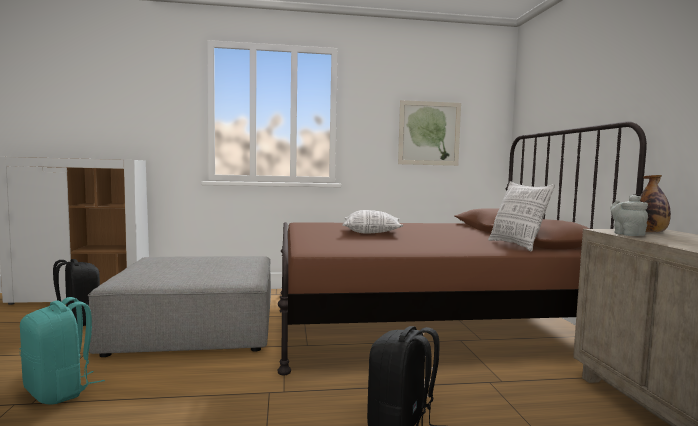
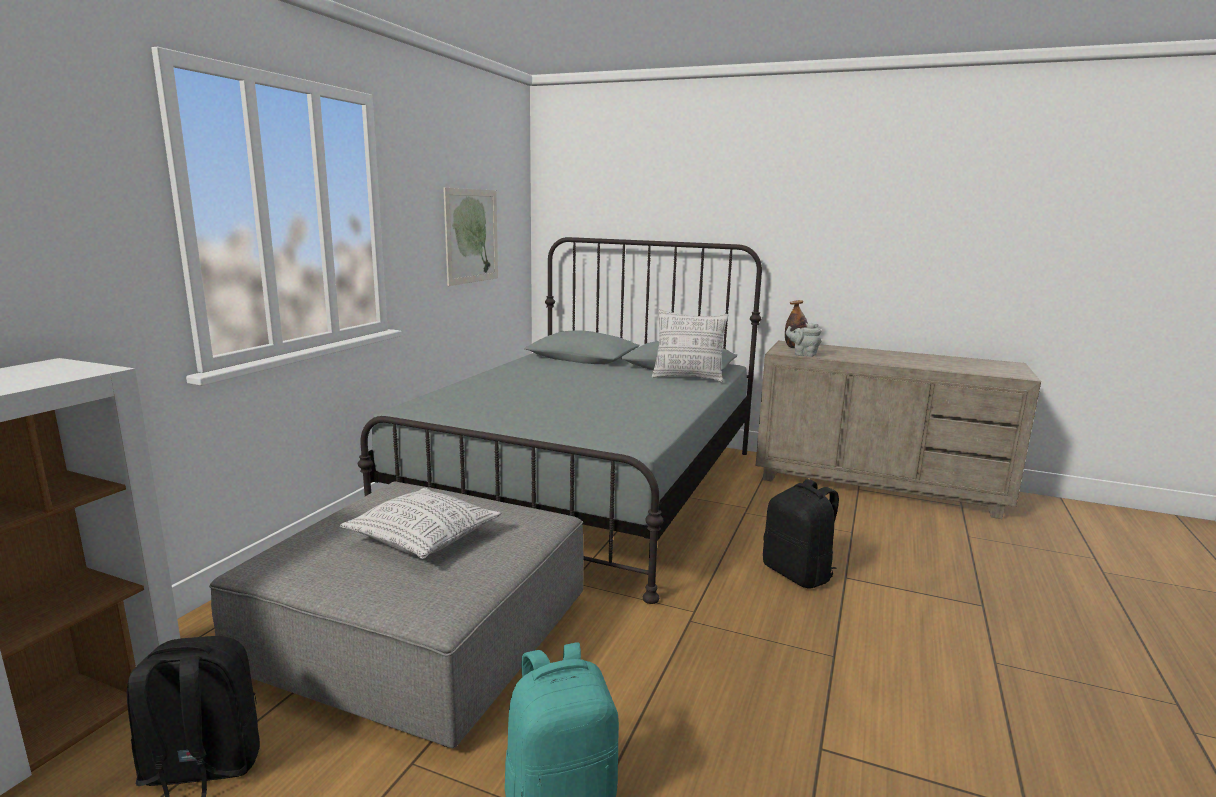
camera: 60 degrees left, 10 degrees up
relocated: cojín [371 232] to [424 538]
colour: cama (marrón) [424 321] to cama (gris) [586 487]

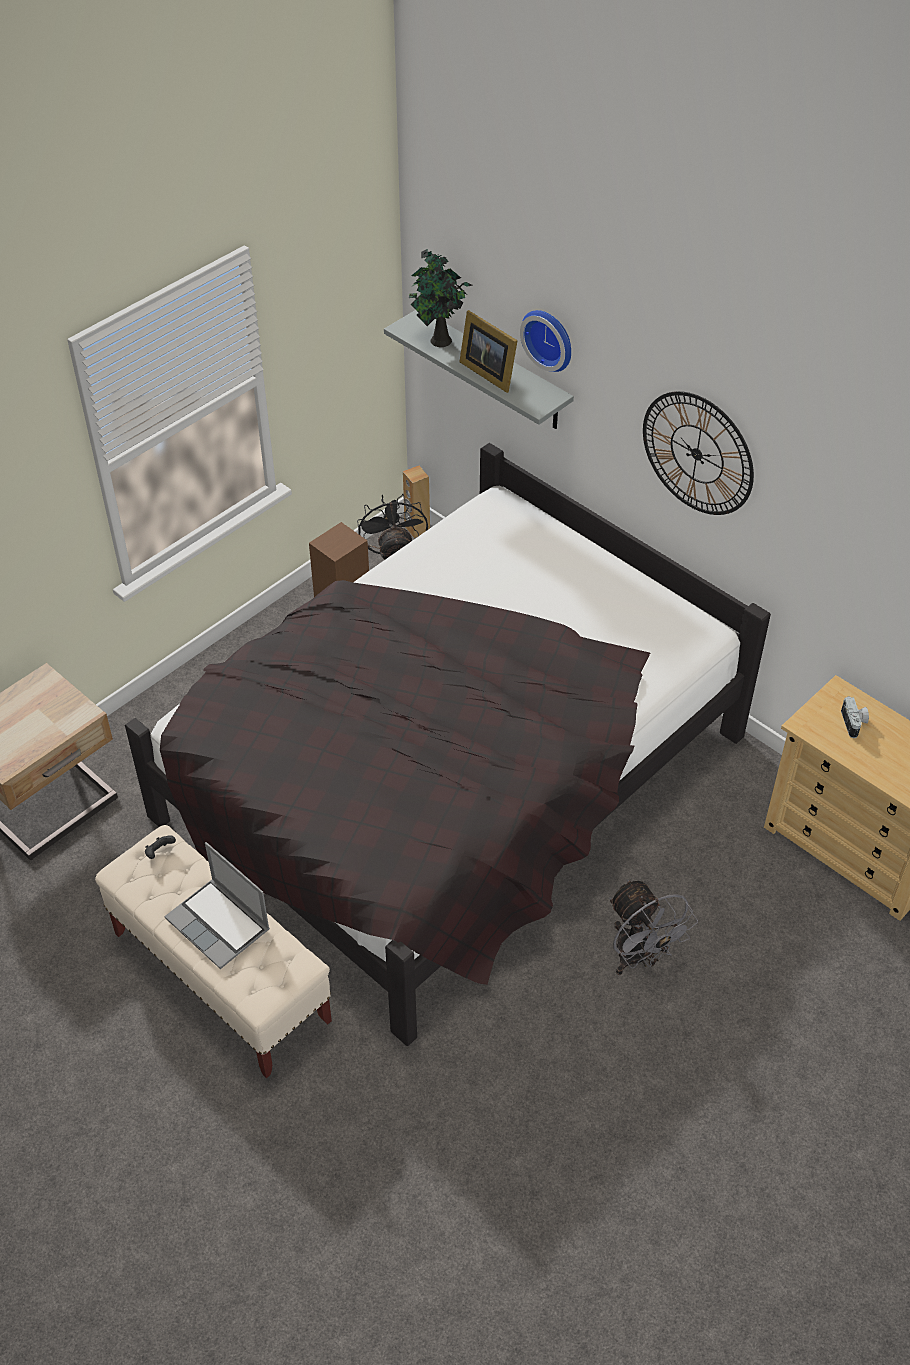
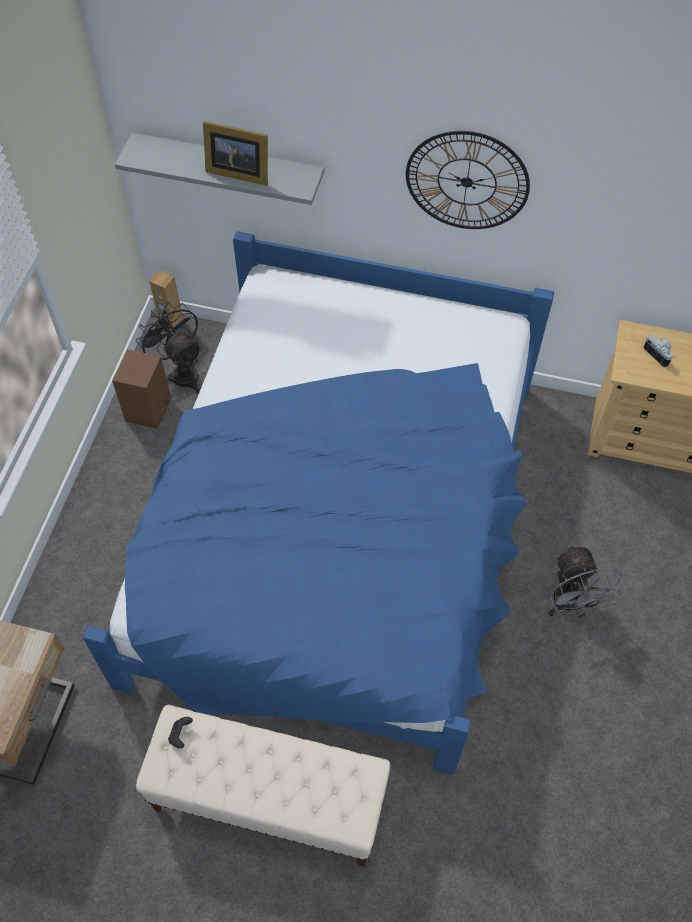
camera: 30 degrees left, 10 degrees up
missing: portátil [220 924]; planta en maceta [439 341]; reloj de pared [550 338]
colour: cama (negro) [451 779] to cama (azul) [339 529]
spun: ventilador (gris) [639 958] = [570 606] 45 degrees clockwise

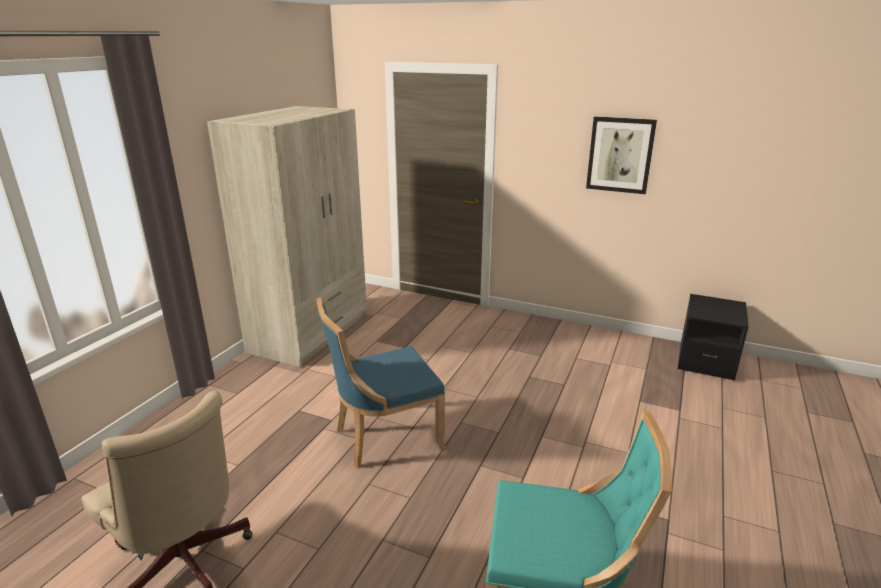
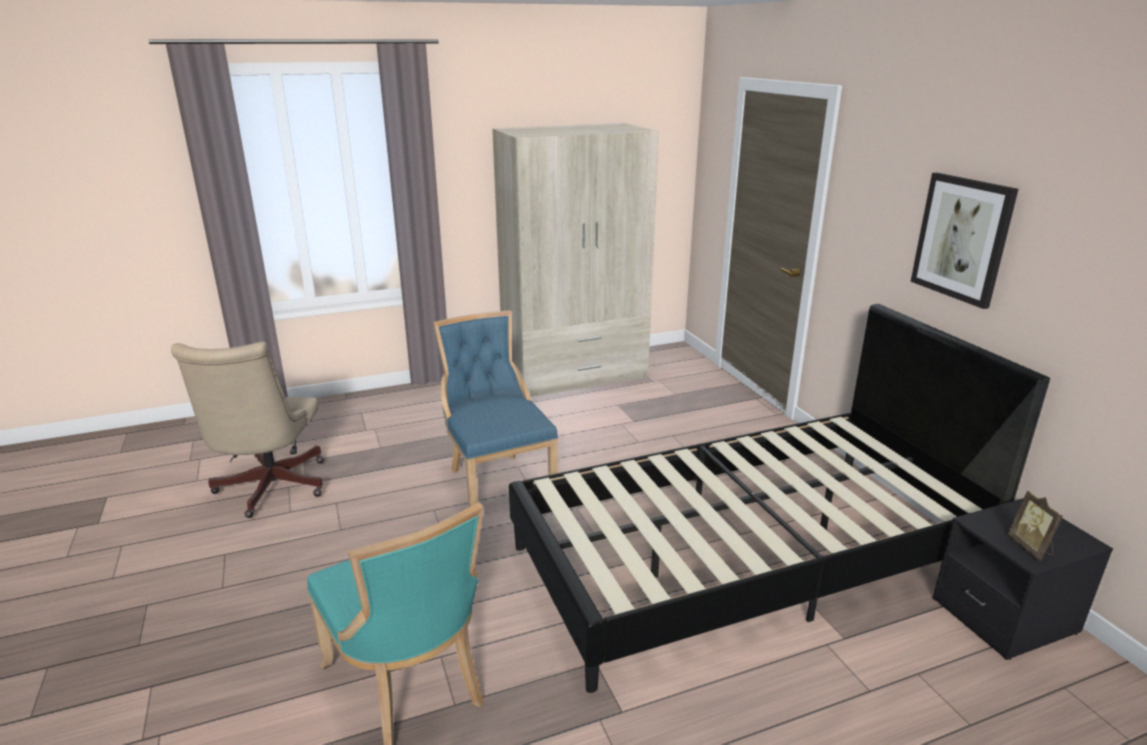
camera: 45 degrees right, 0 degrees up
appeared: cama (negro) [747 557]; portarretratos [1031 548]
spun: silla (azul) [384 437] = [497 484] 45 degrees clockwise

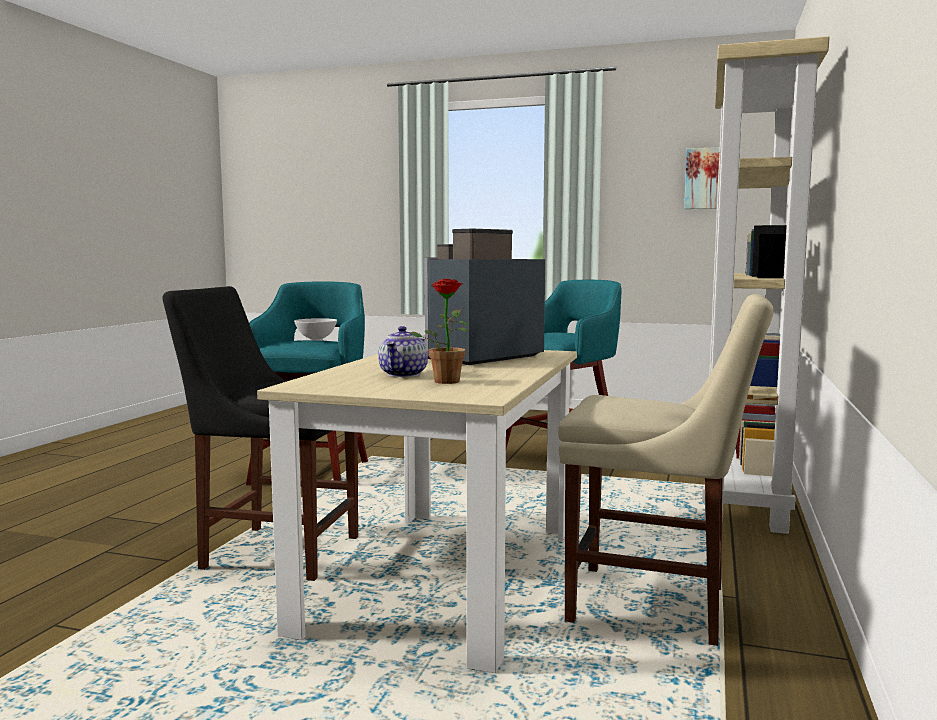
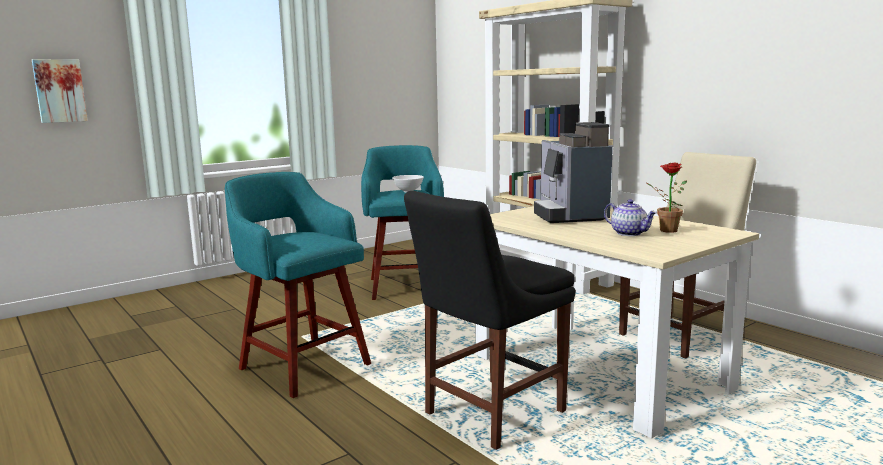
camera: 55 degrees left, 5 degrees up
relocated: cuadro [705 178] to [59 91]; cuenco (blanco) [315 340] to [408 191]

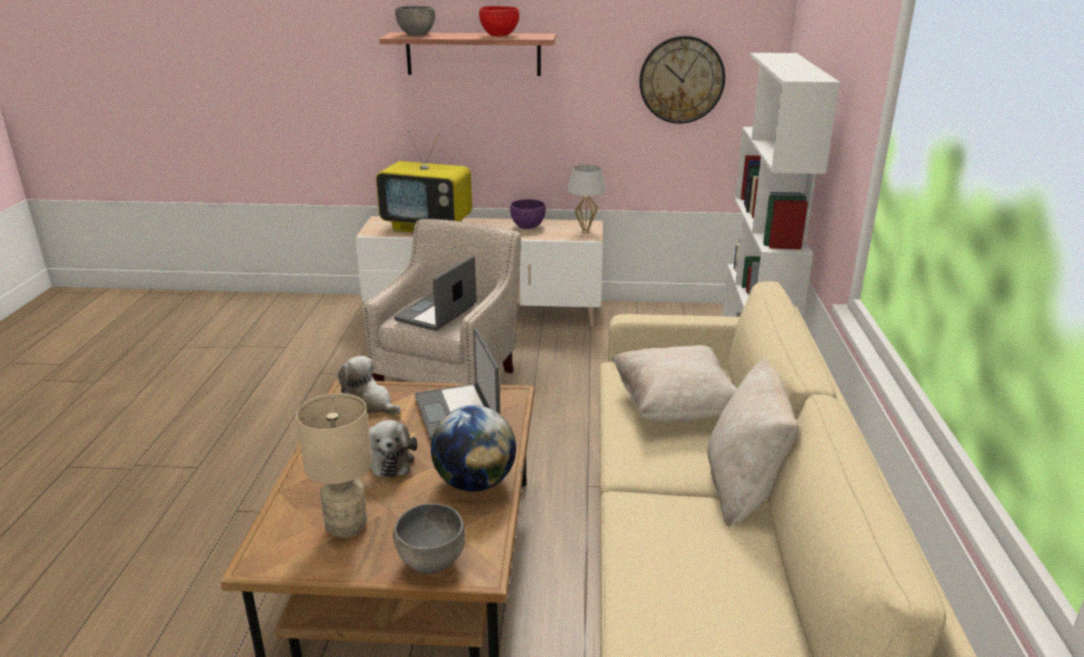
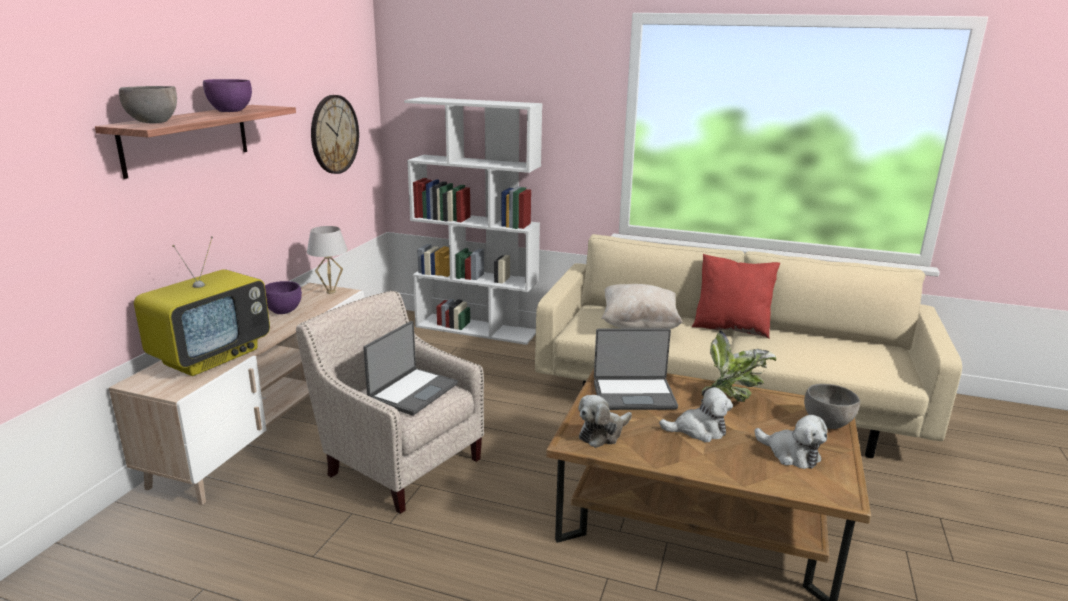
camera: 75 degrees left, 5 degrees down
exchanged: globo terráqueo [475 482] to planta en maceta [732 399]; lámpara de mesa (beis) [347 526] to peluche [791 454]
colour: cuenco (rojo) [499 35] to cuenco (morado) [230 111]; cojín (beis) [744 489] to cojín (rojo) [731 328]
spun: portátil [437 313] = [412 392] 105 degrees counterclockwise

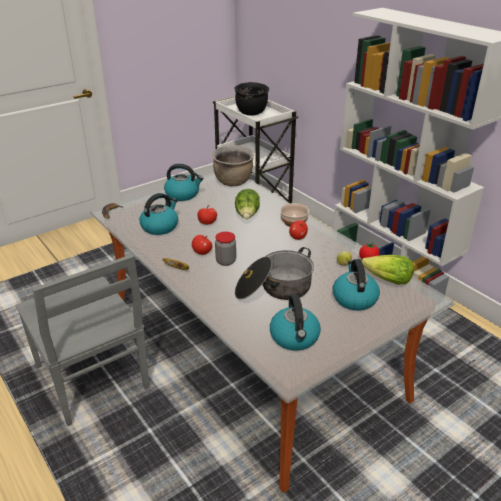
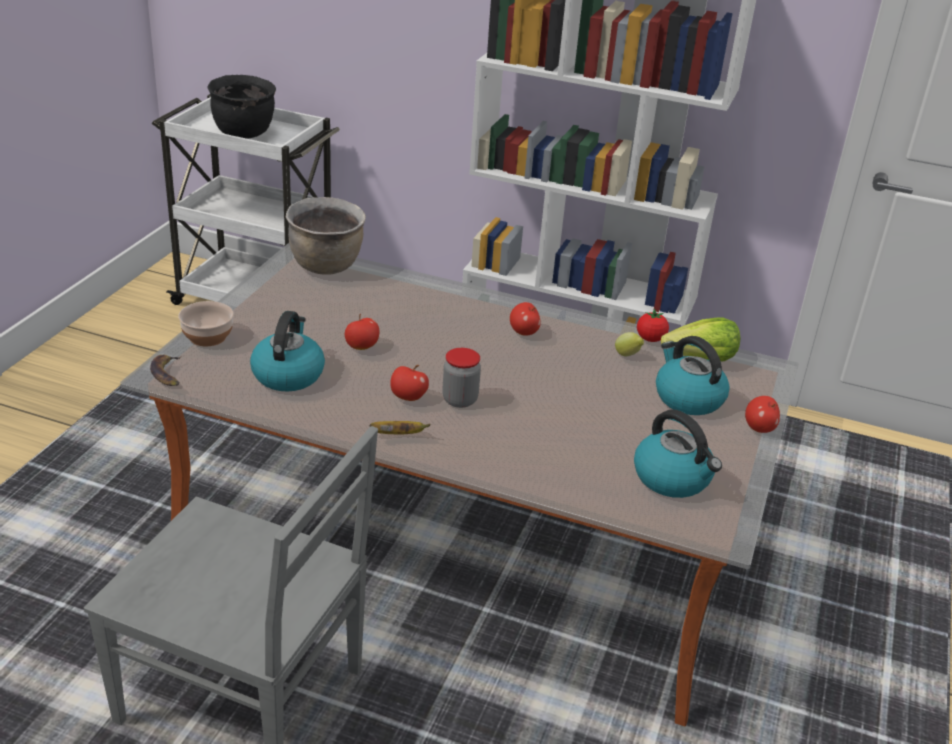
camera: 35 degrees left, 0 degrees up
missing: hervidor [183 194]; lechuga [247 215]; olla [274 289]
appeared: manzana [759 428]
relocated: cuenco [293 222] to [207 336]

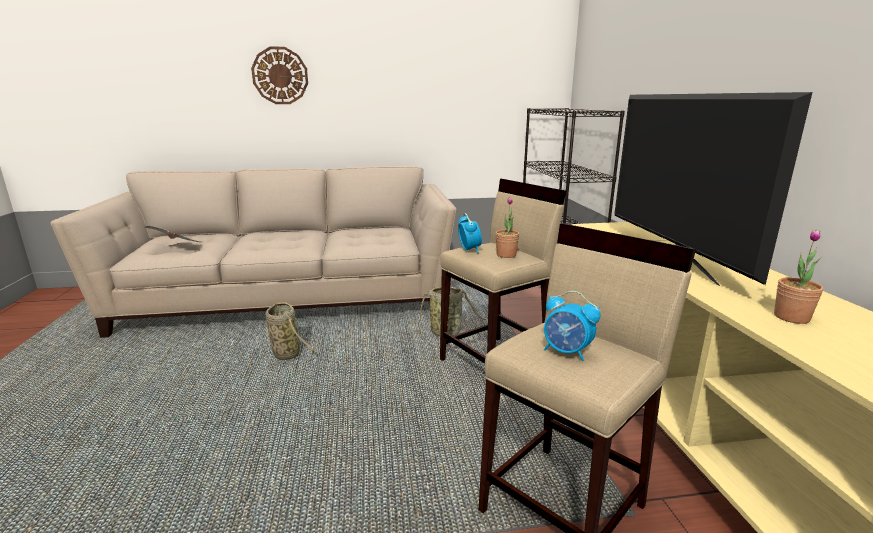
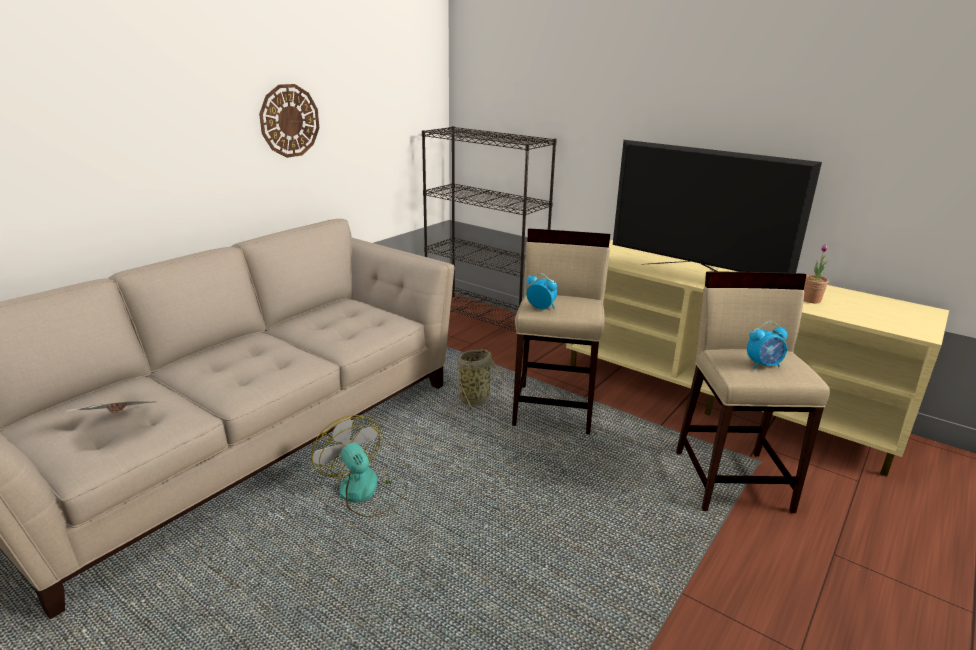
camera: 45 degrees left, 5 degrees up
missing: planta en maceta [506 255]
relocated: reloj de pared [280 76] to [289 121]
exchanged: cesta [286 353] to ventilador [365 493]

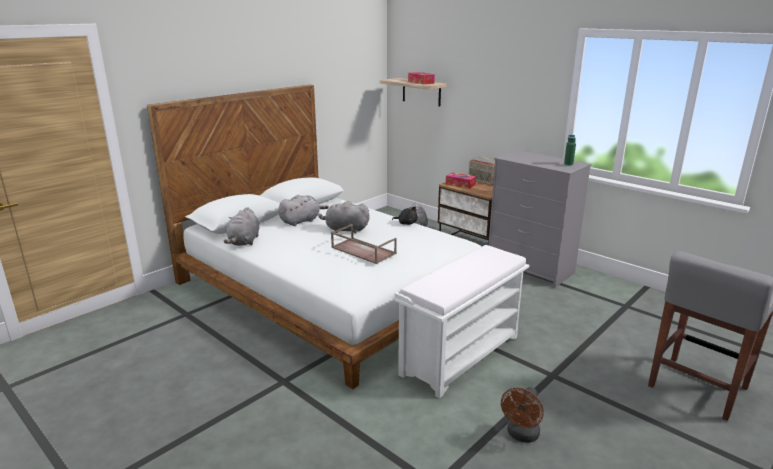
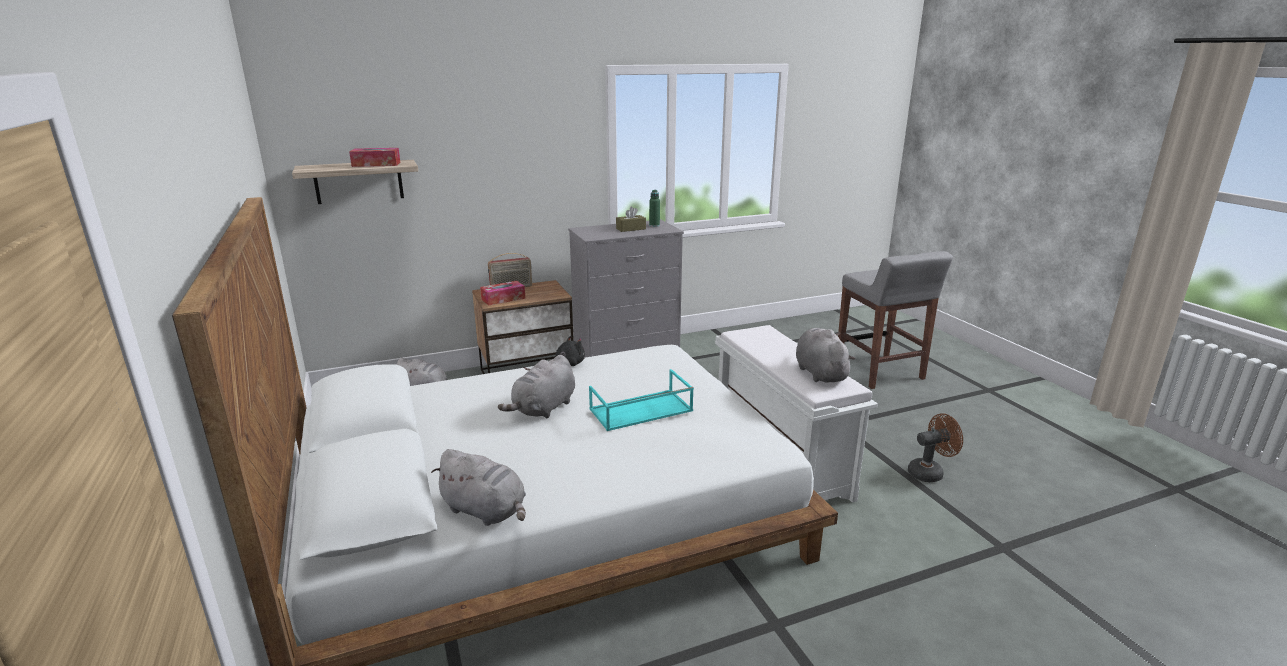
camera: 65 degrees left, 0 degrees up
appeared: caja de pañuelos (marrón) [631 229]
relocated: peluche (gris) [301 221] to [819 373]
colour: bandeja (marrón) [362 250] to bandeja (turquesa) [640 411]
spun: ventilador (marrón) [521 435] = [929 472] 75 degrees counterclockwise

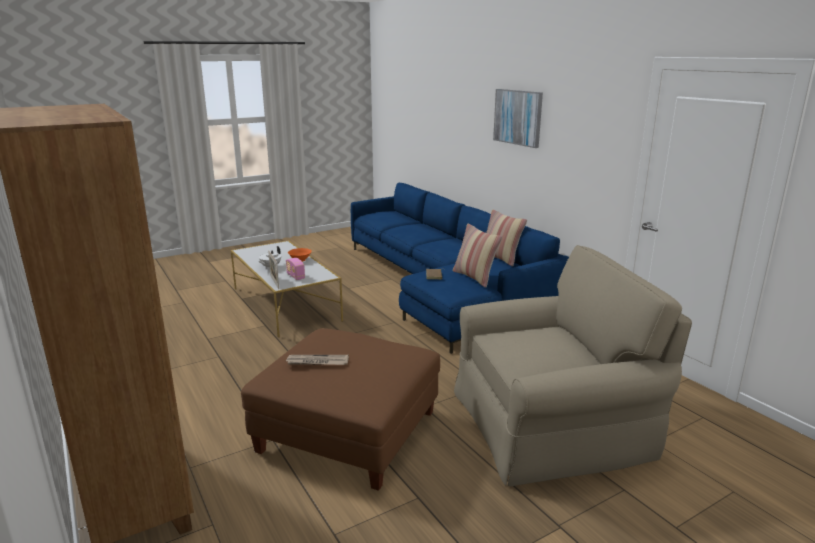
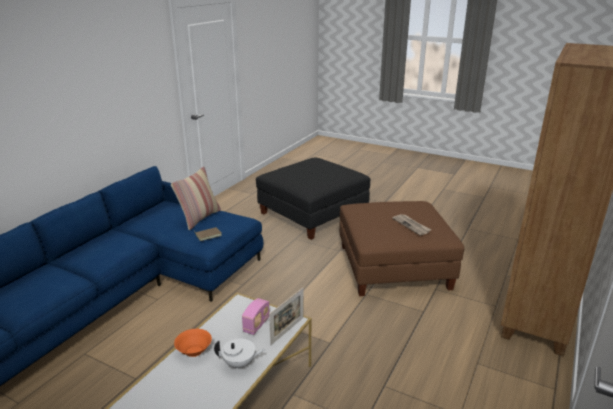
camera: 120 degrees left, 5 degrees up
missing: cojín [500 258]; cuadro [518 117]
exchanged: sillón (beis) [552 423] to puf (negro) [312 213]

